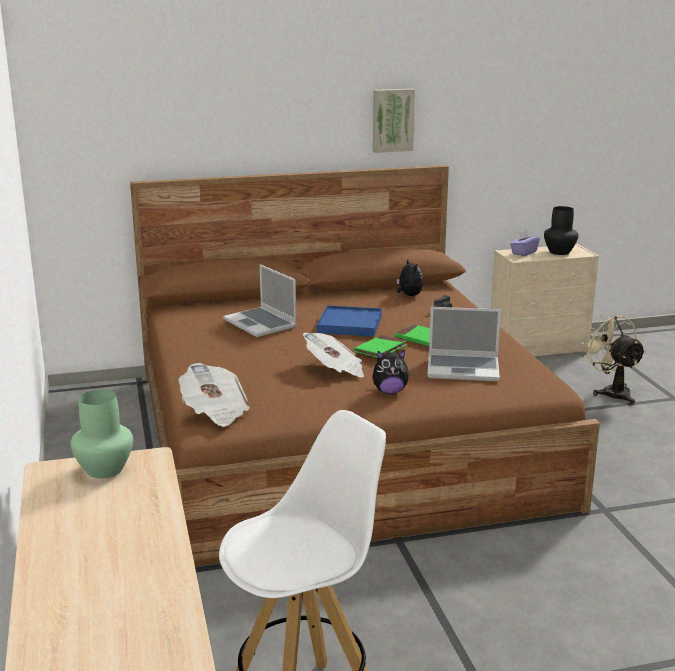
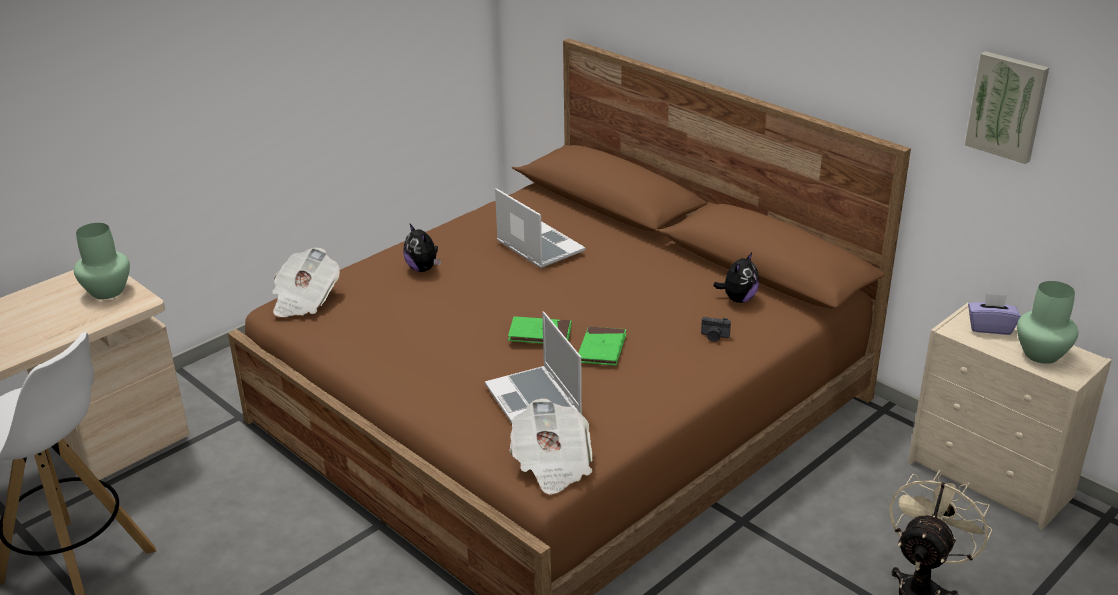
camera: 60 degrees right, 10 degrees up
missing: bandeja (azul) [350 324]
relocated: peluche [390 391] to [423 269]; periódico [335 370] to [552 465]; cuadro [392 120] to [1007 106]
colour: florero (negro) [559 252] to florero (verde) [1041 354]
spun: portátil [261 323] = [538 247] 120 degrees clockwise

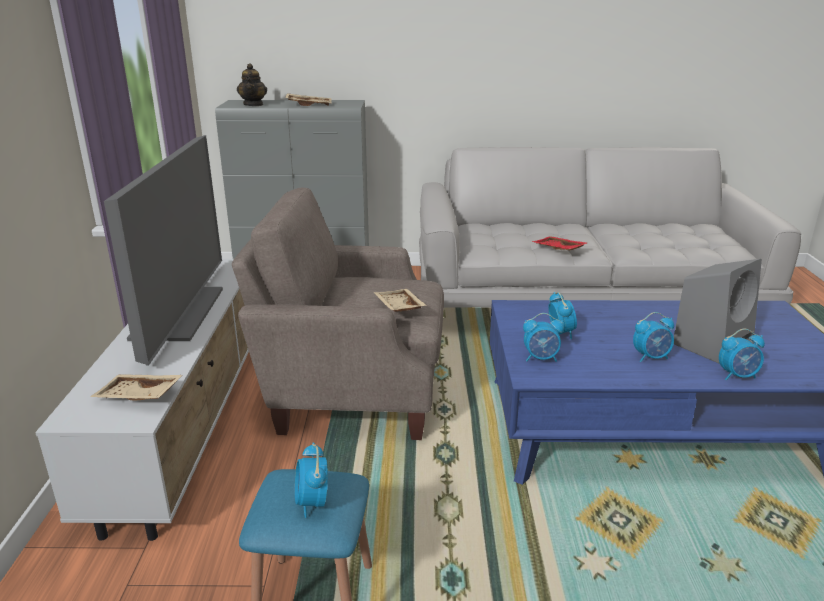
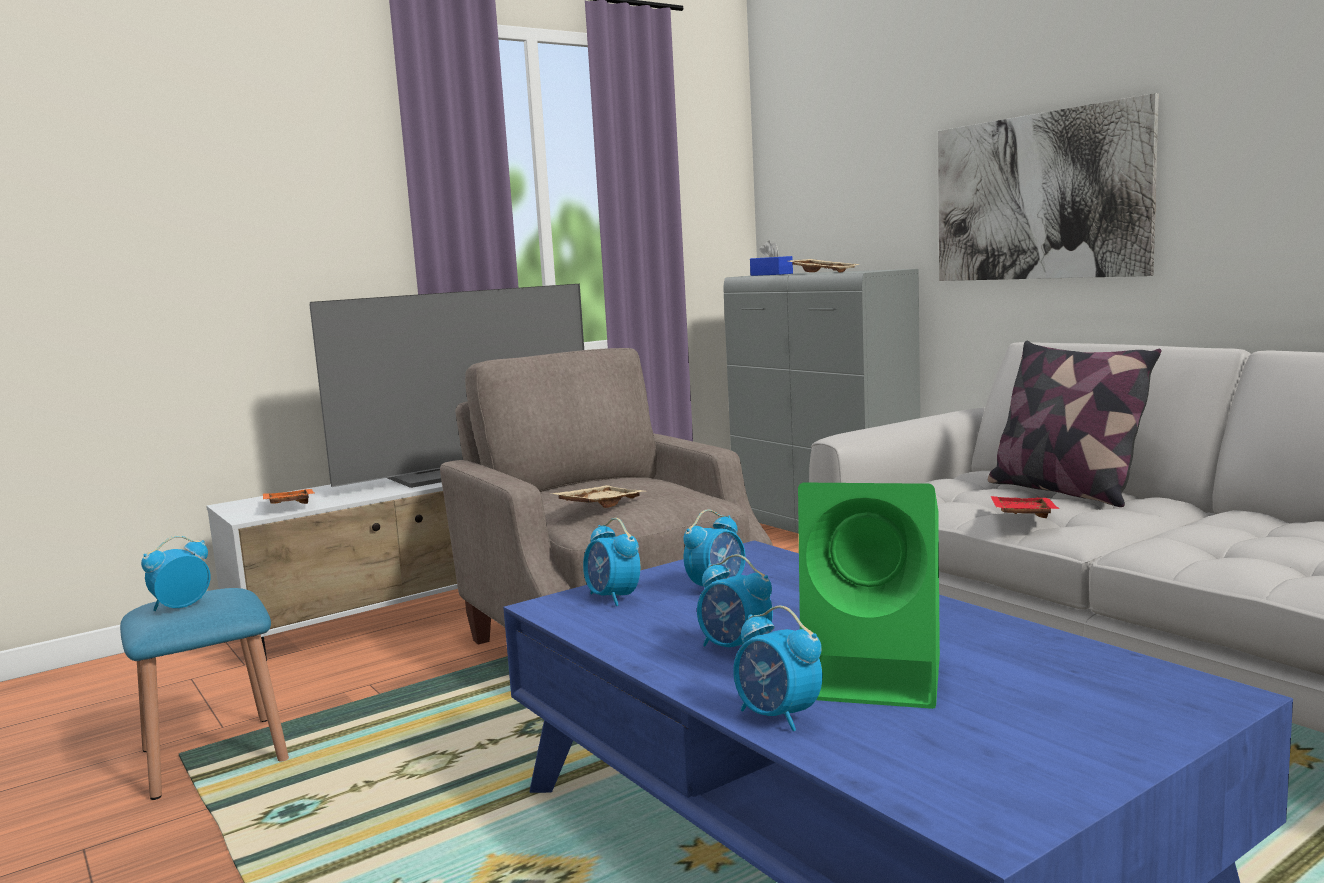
camera: 55 degrees right, 15 degrees down
appeared: cuadro [1038 197]; cojín [1064 491]
exchanged: tetera [253 105] to caja de pañuelos (azul) [771 274]
colour: bandeja (beis) [138 397] to bandeja (naranja) [287 506]; altavoz (gris) [712 345] to altavoz (verde) [877 677]

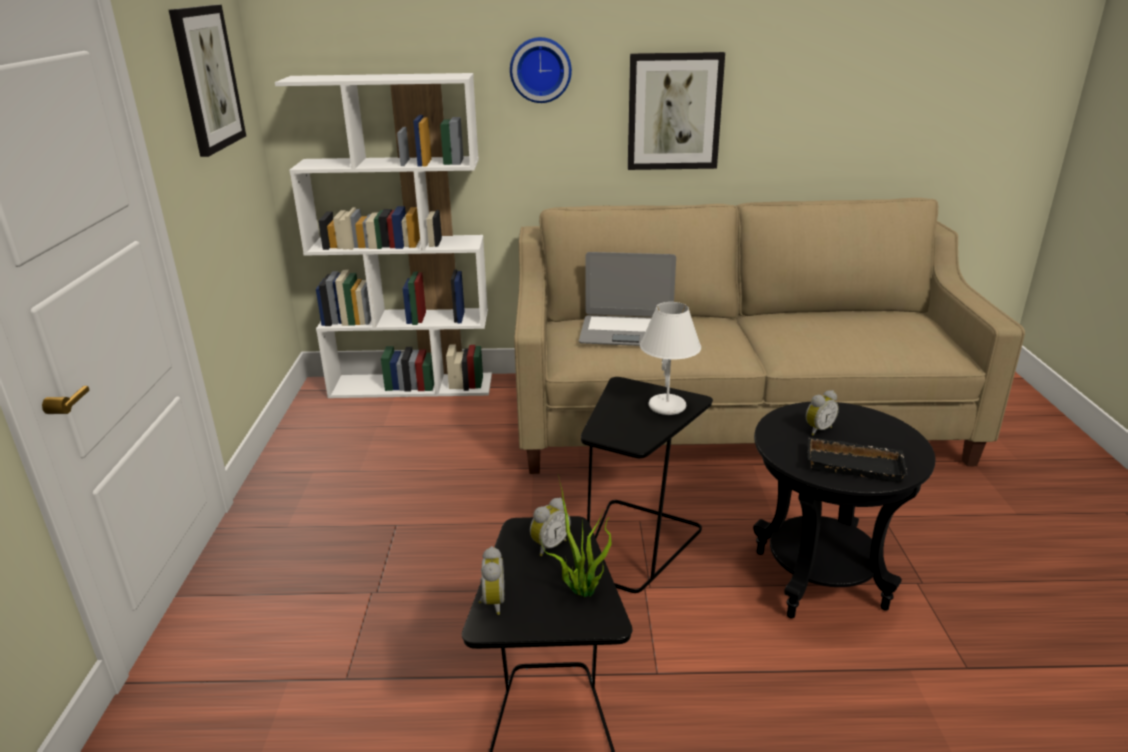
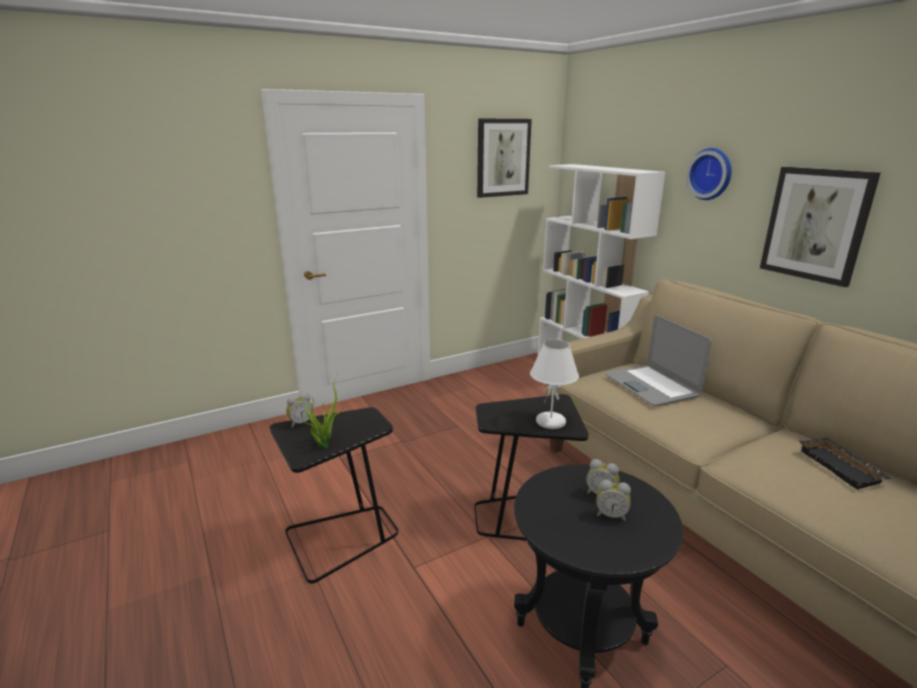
camera: 60 degrees right, 5 degrees down
relocated: despertador [549 545] to [611 515]; bandeja (negro) [855 464] to [842 467]

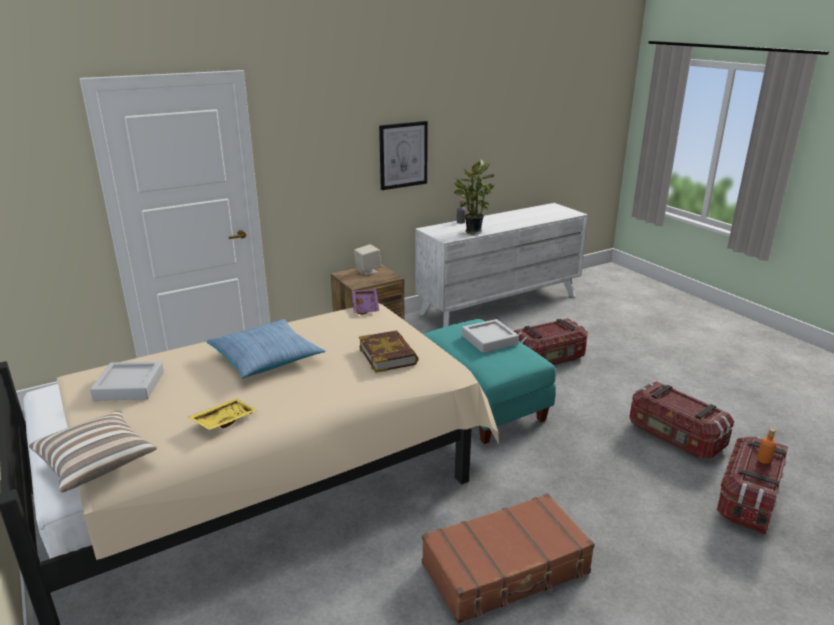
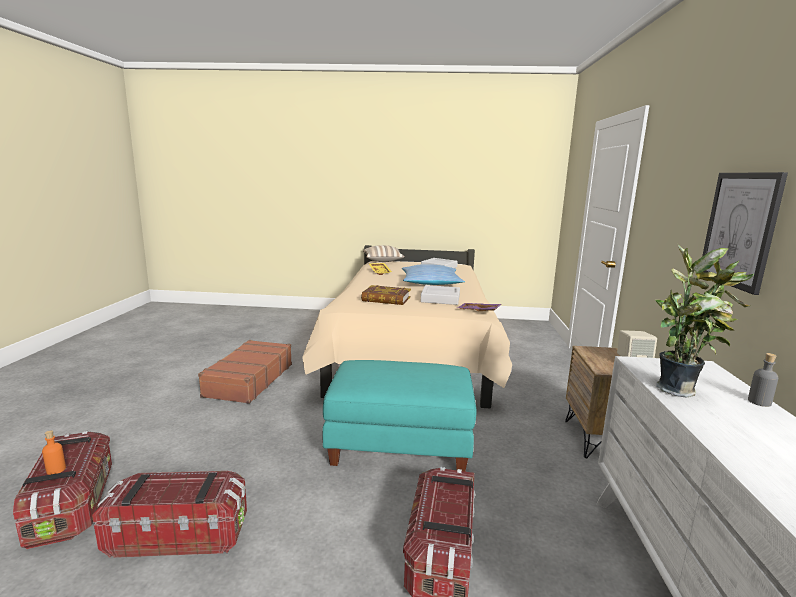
camera: 125 degrees right, 10 degrees down
relocated: bandeja (gris) [489 340] to [440 299]

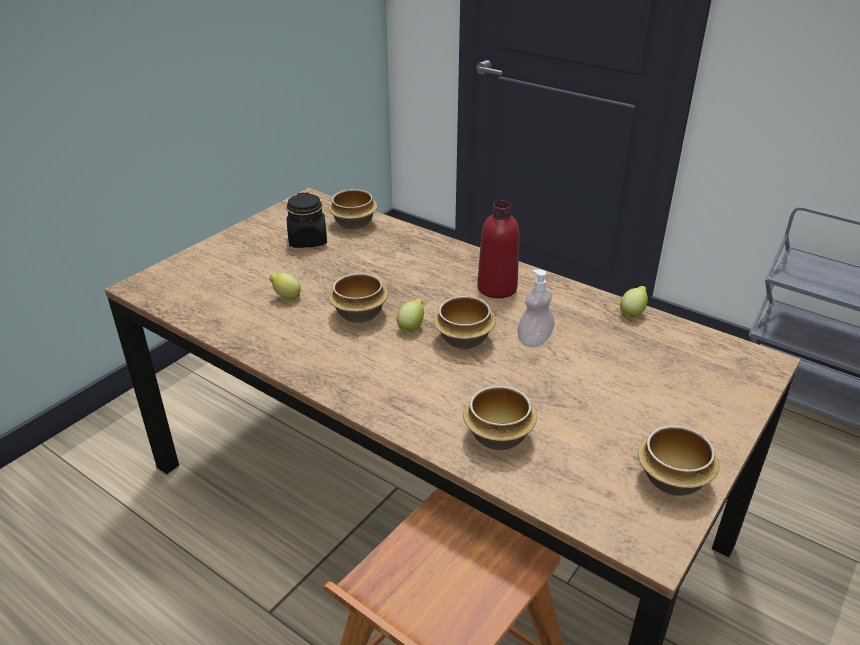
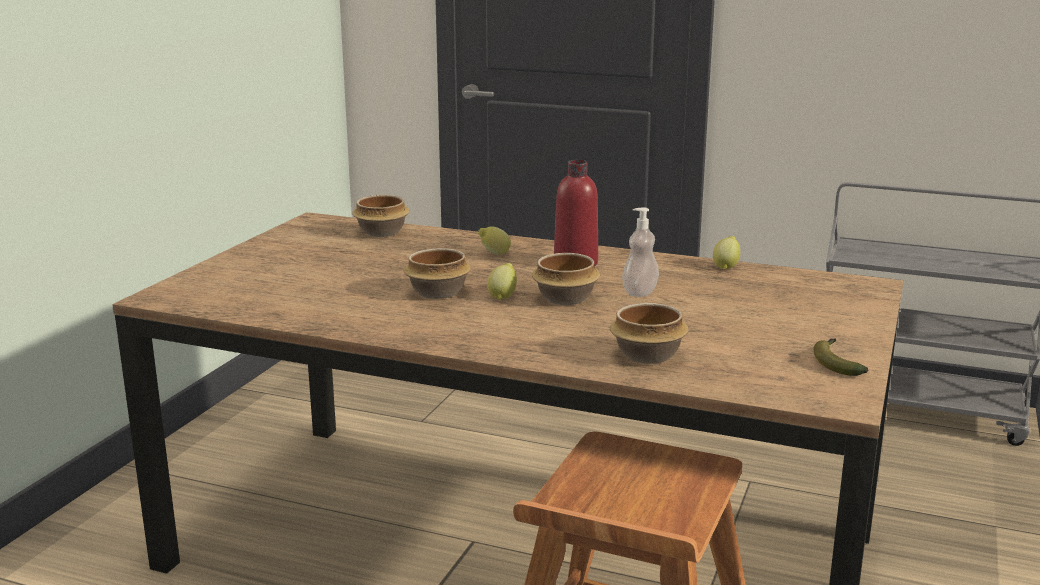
camera: 15 degrees left, 15 degrees down
missing: tarro (negro) [308 240]
relocated: limón [286 297] to [494 254]
exchanged: cuenco [673 481] to plátano [836 363]

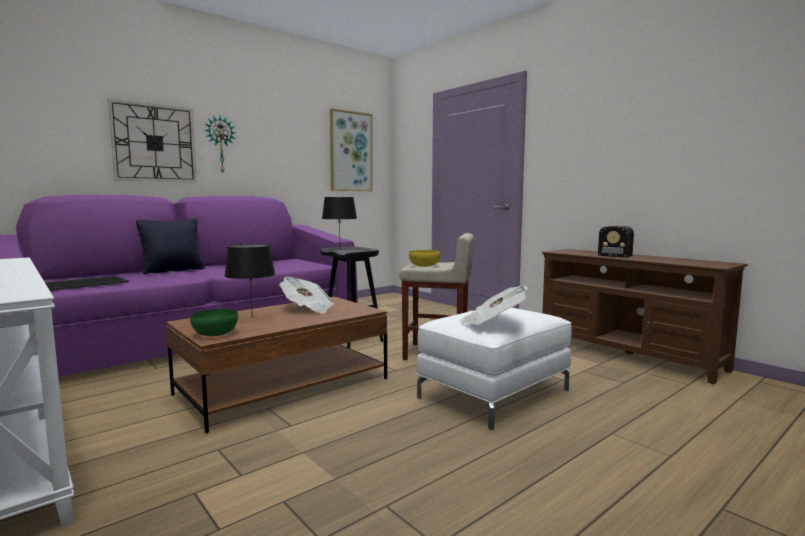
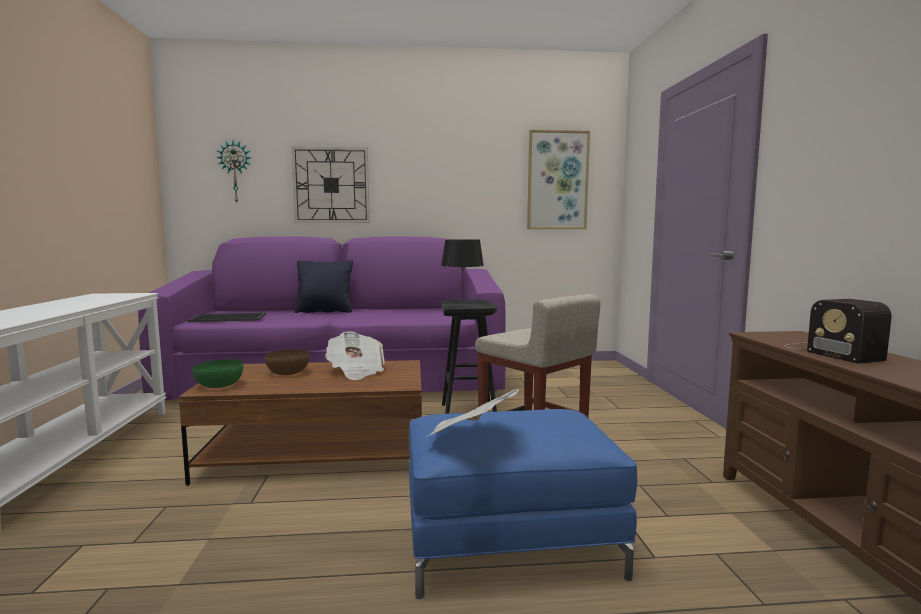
camera: 35 degrees right, 0 degrees up
missing: cuenco (amarillo) [424 266]
relocated: reloj de pared [220 144] to [235 172]
exchanged: lámpara de mesa (negro) [252 317] to cuenco (marrón) [288 372]
colour: puf (blanco) [494 394] to puf (azul) [509 543]

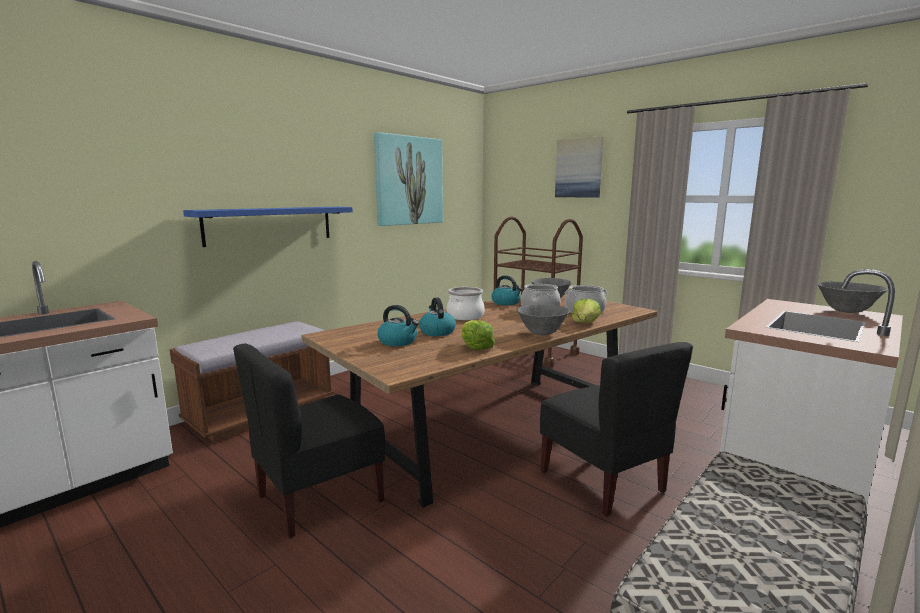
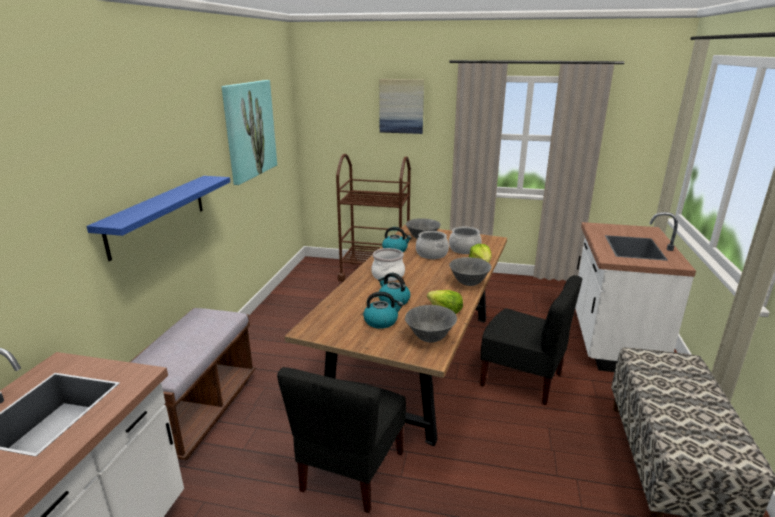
camera: 30 degrees left, 10 degrees up
relocated: cuenco (gris) [846 312] to [430 338]

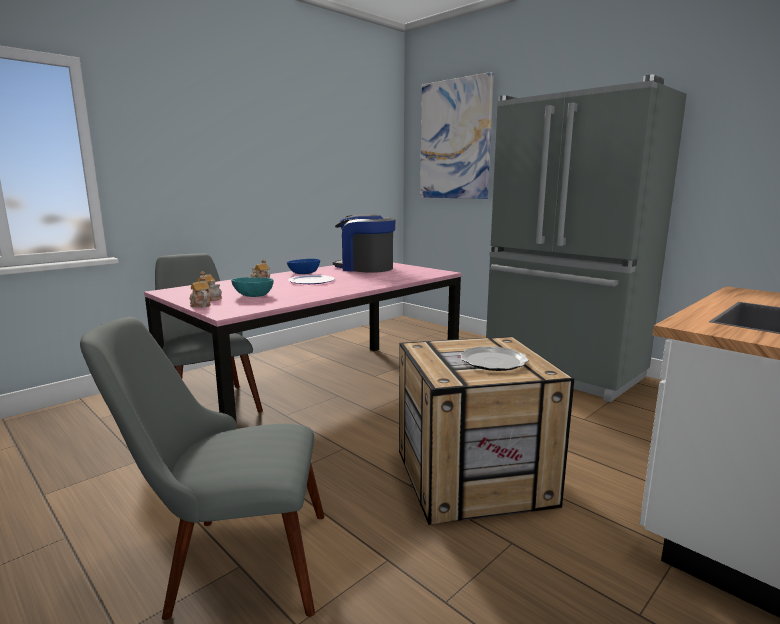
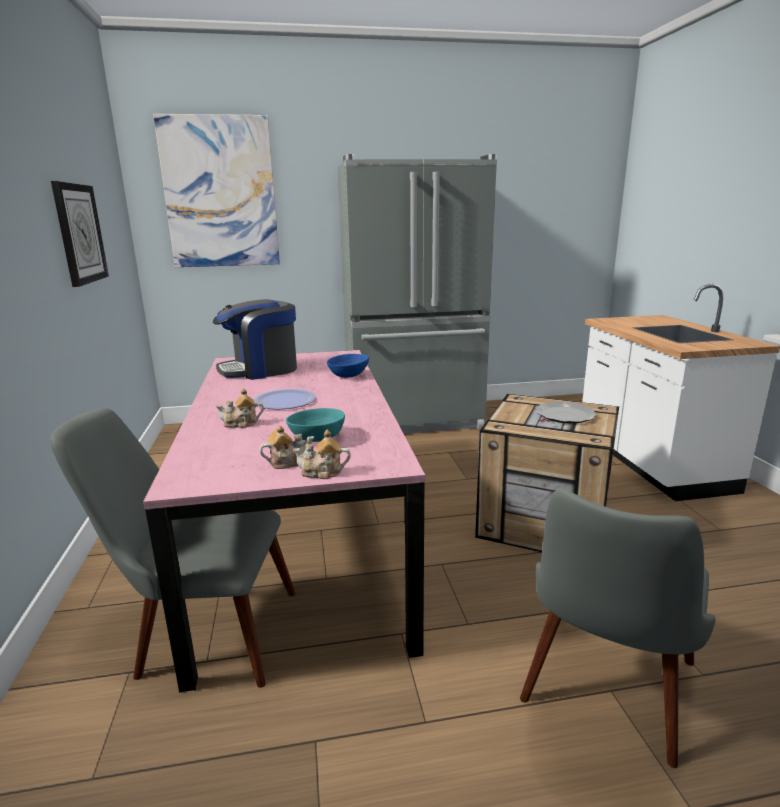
camera: 55 degrees left, 5 degrees up
appeared: reloj de pared [79 234]
relocated: cuenco (azul) [304 273] to [349 375]

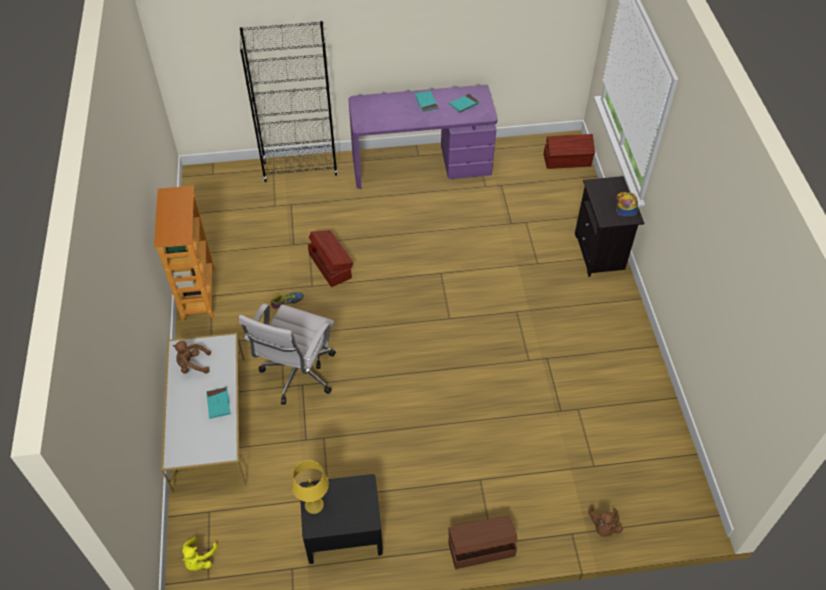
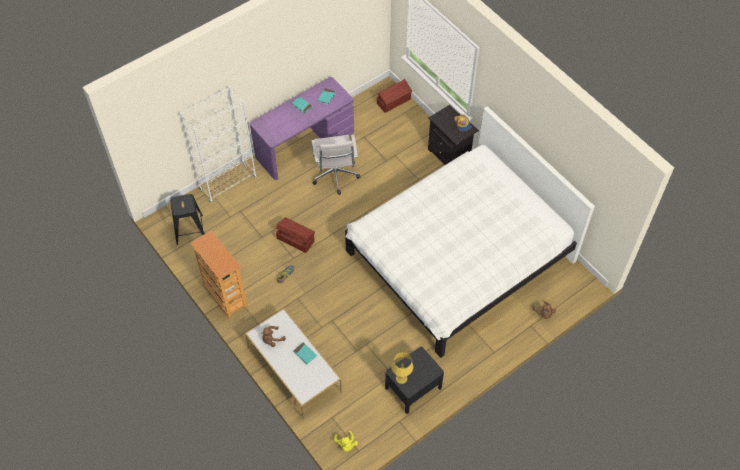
camera: 30 degrees left, 5 degrees up
missing: caja de almacenaje (marrón) [480 548]
appeared: taburete (negro) [190 230]; cama (blanco) [459 256]
relocated: silla de oficina (blanco) [297 375] to [335 177]
colour: estantería (negro) [300 168] to estantería (blanco) [228 183]

